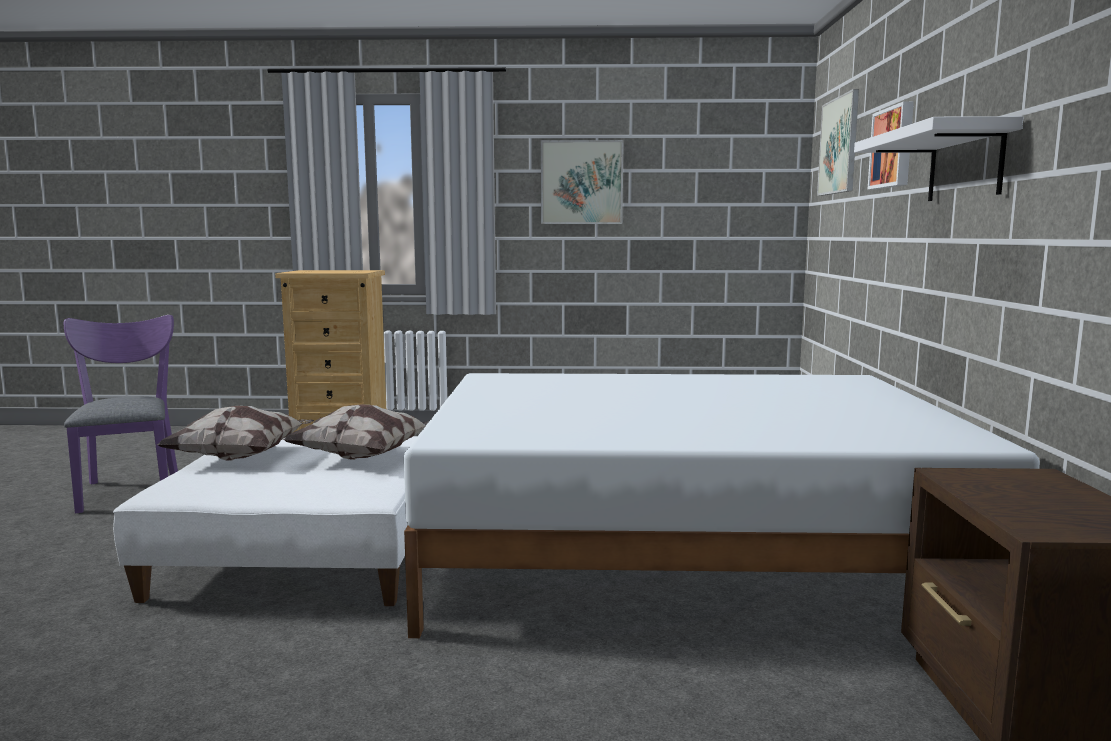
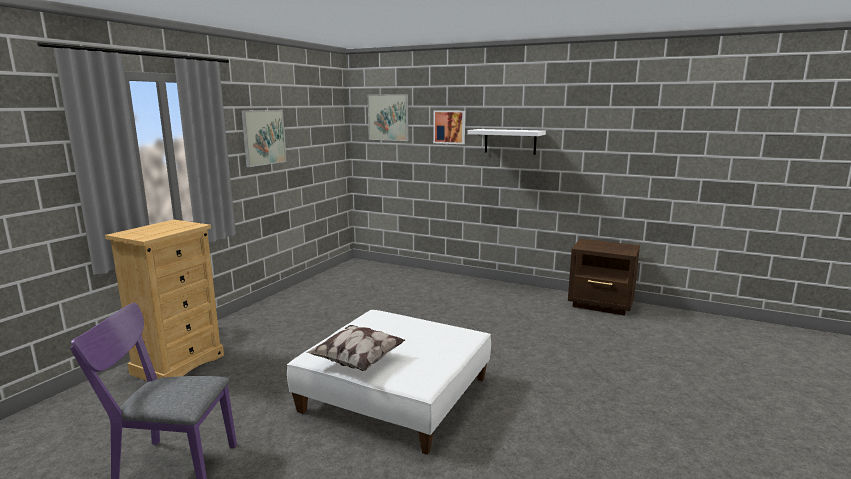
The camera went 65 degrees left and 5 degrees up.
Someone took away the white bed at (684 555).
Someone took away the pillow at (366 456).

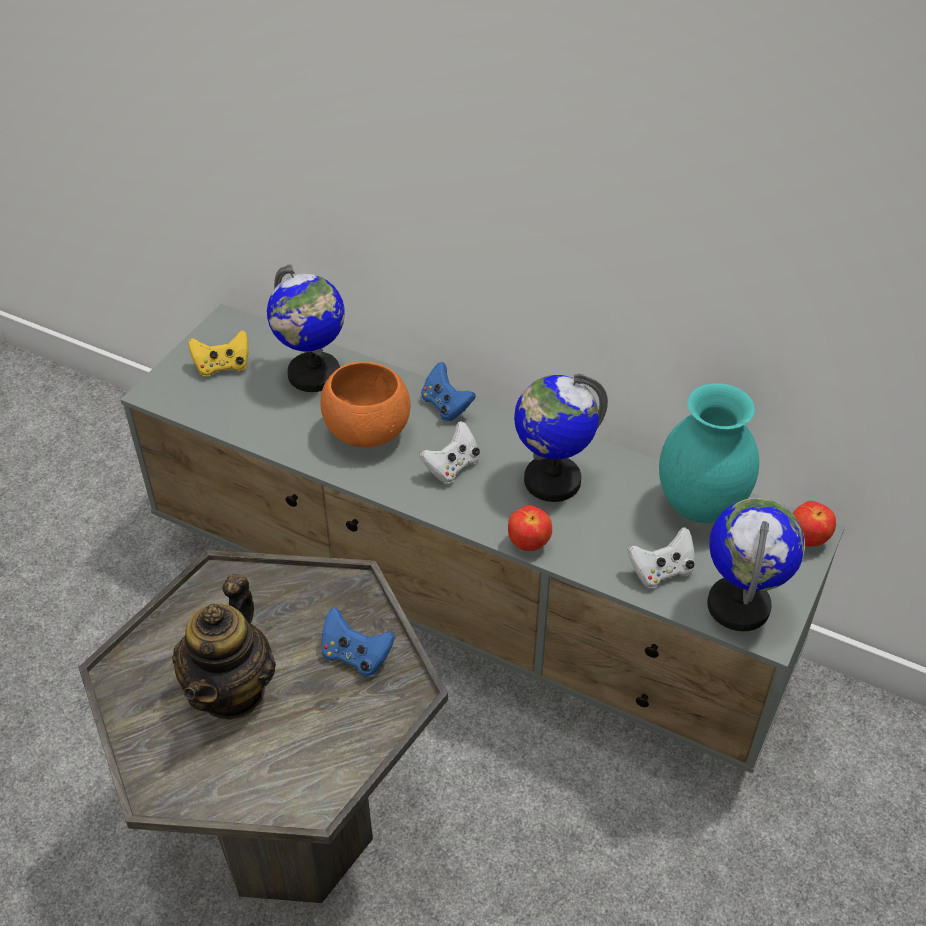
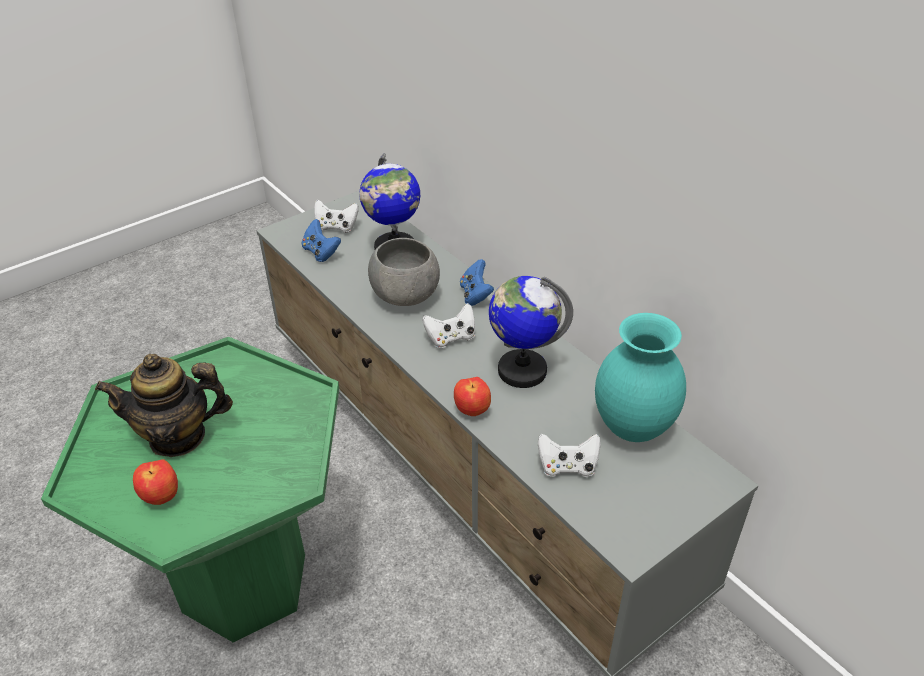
The camera went 25 degrees right and 5 degrees down.
Someone repainted the yellow game controller at (222 366), which became the white game controller at (336 227).
Someone repainted the orange bowl at (367 431), which became the grey bowl at (406 296).
Someone took away the globe at (739 605).
Someone carried the apple from (807 539) to (162 497).
Someone repainted the grey side table at (293 832), which became the green side table at (246 582).
Someone rotated the teapot at (232 690) by 45 degrees clockwise.
Someone carried the blue game controller from (356 656) to (321 252).

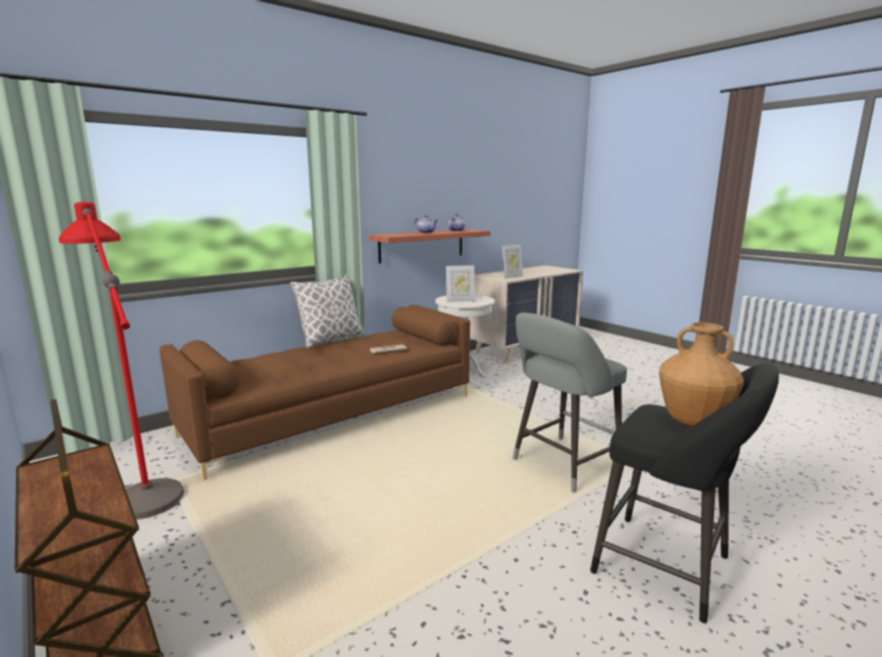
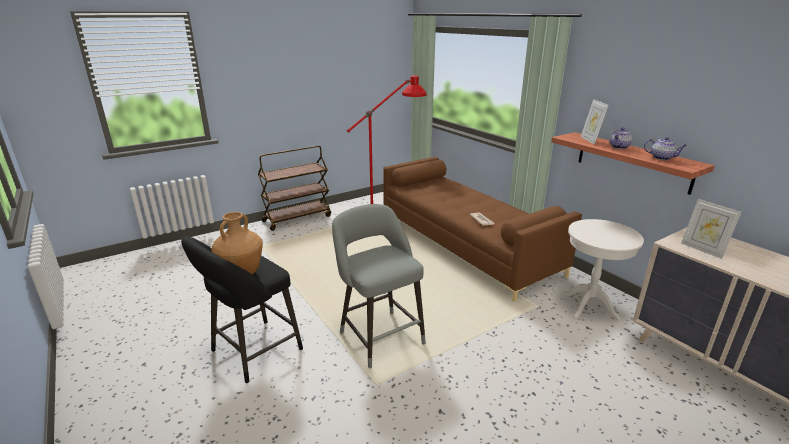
The camera went 95 degrees right and 10 degrees up.
Someone carried the picture frame from (460 301) to (590 140).
Someone took away the pillow at (330 340).

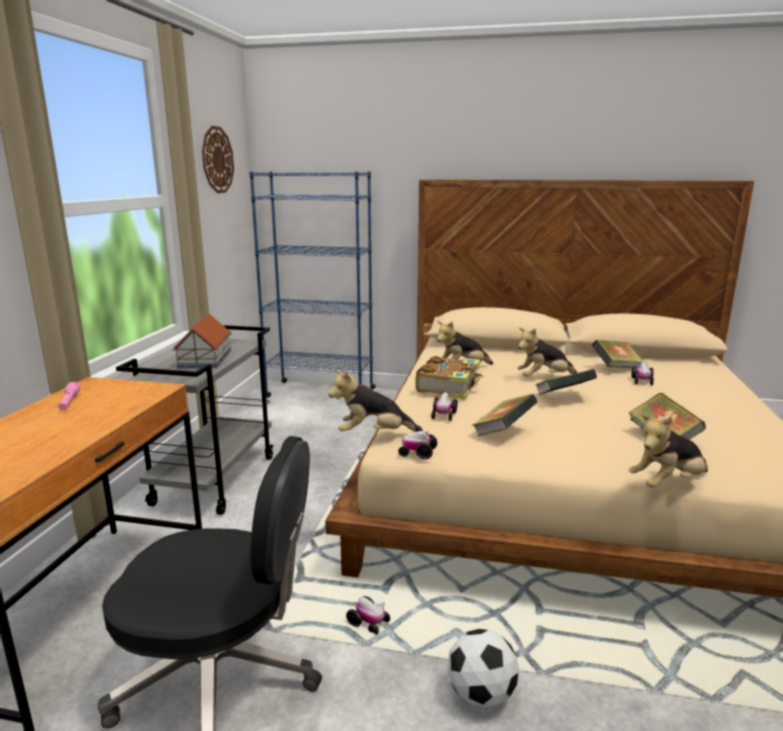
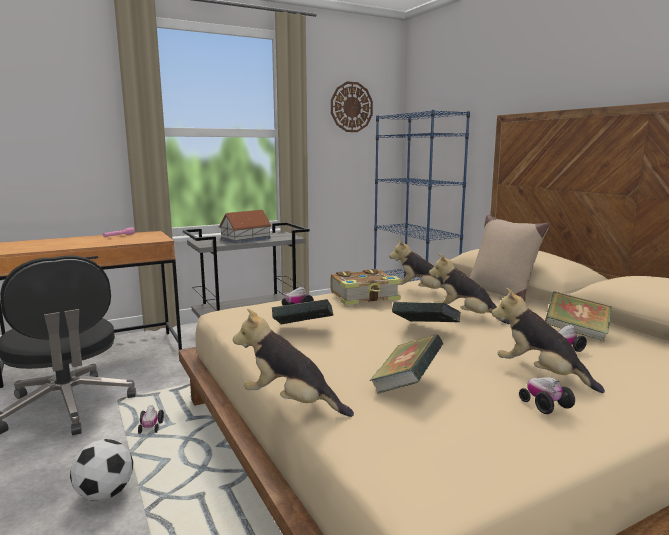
The camera went 50 degrees right and 5 degrees down.
Someone carried the plush toy from (374 434) to (540 375).
Someone carried the toy car from (417 453) to (544 405).
Someone put down the beige pillow at (500 294).

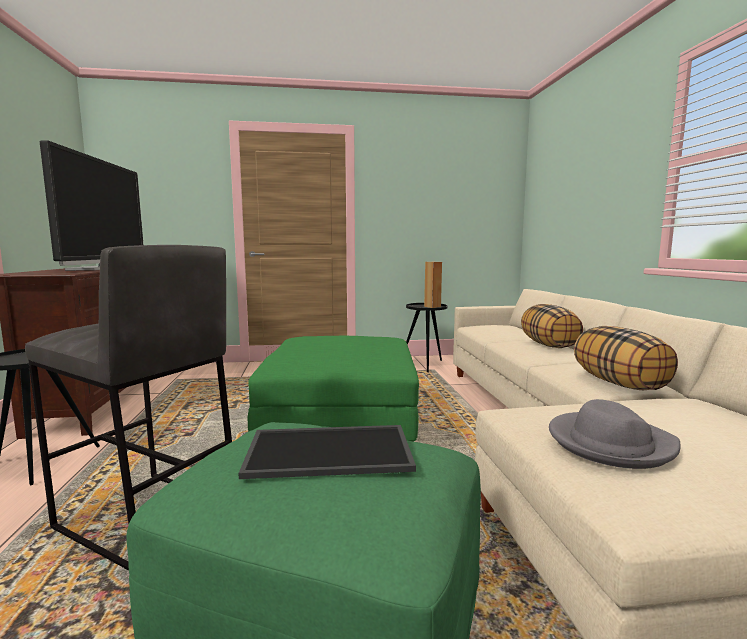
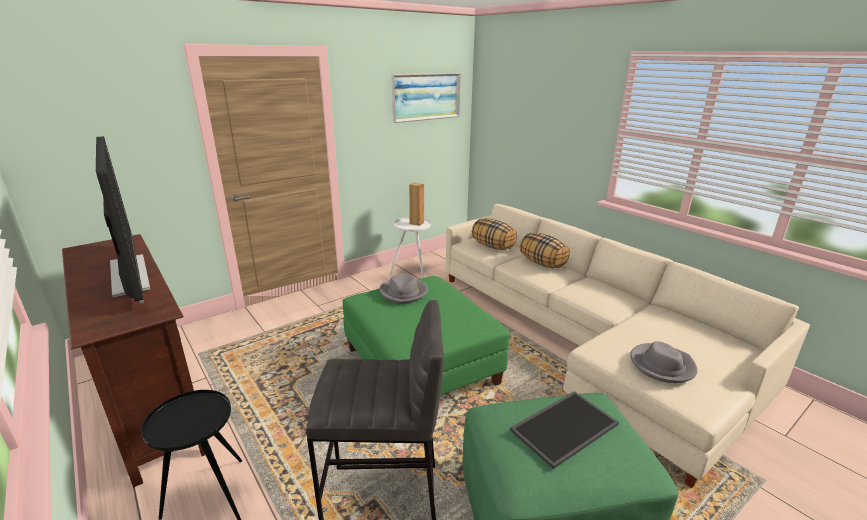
The camera went 30 degrees left and 15 degrees up.
Someone repainted the black side table at (425 364), which became the white side table at (413 272).
Someone carried the pillow from (620 383) to (493 246).
Someone put up the picture at (426 96).
Someone put down the grey hat at (404 292).

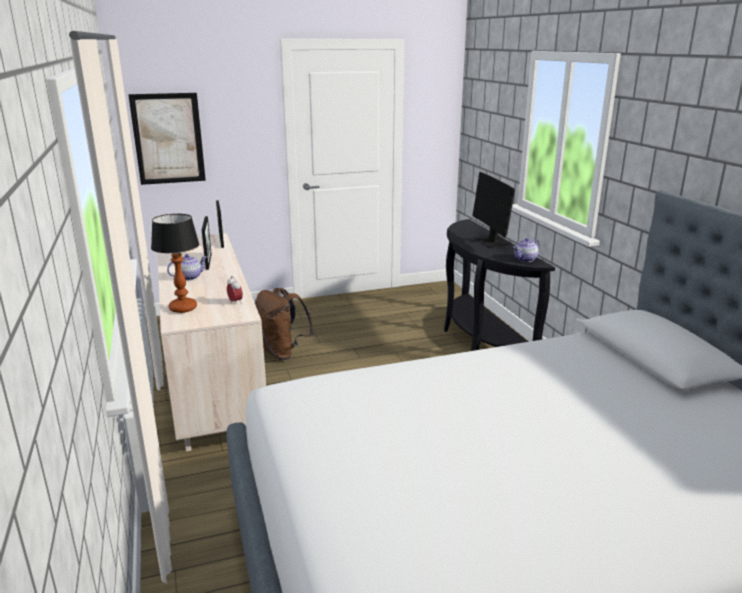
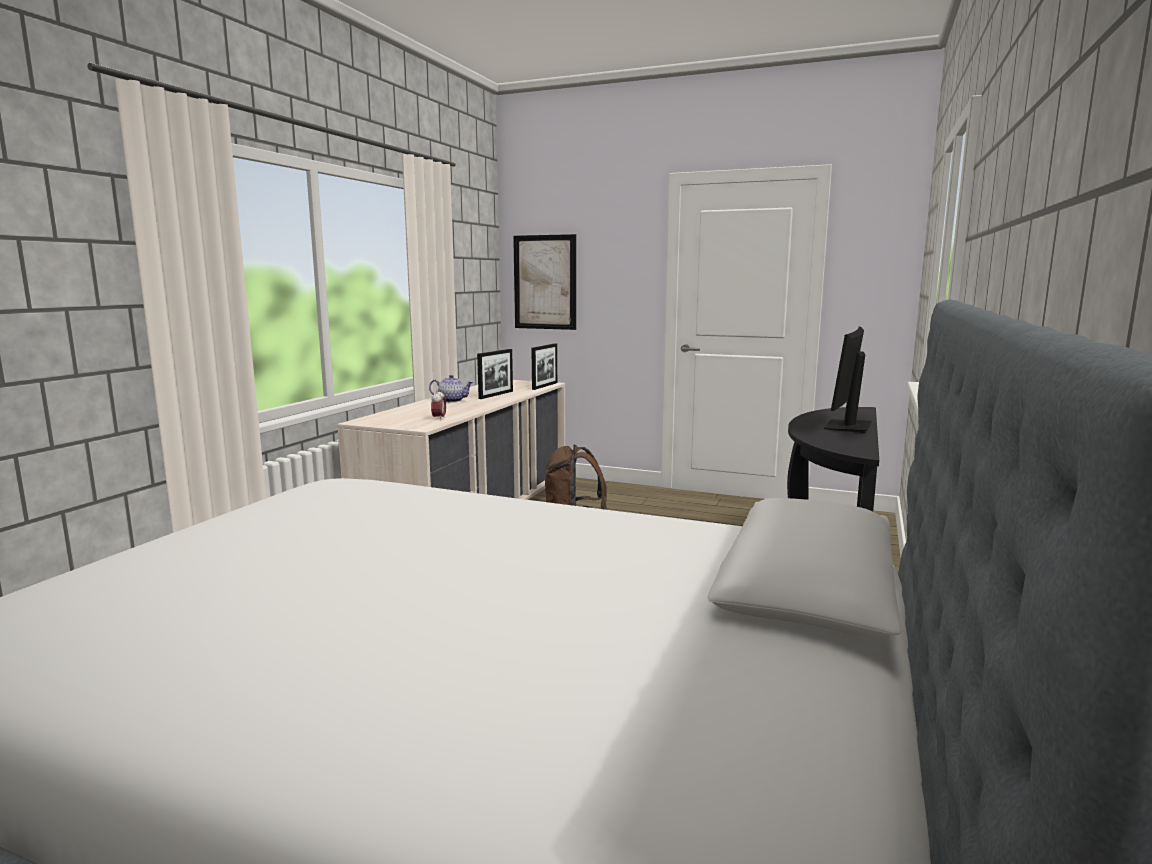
The camera went 40 degrees right and 10 degrees down.
Someone took away the table lamp at (183 308).
Someone took away the teapot at (525 259).

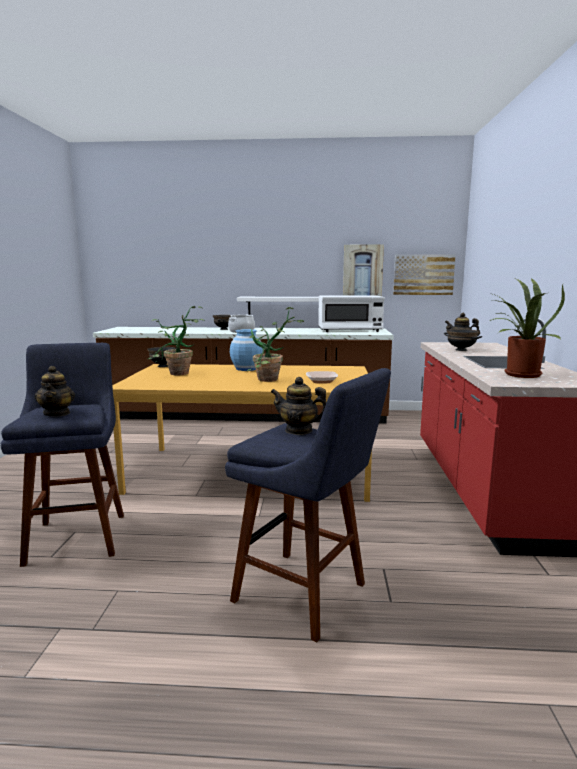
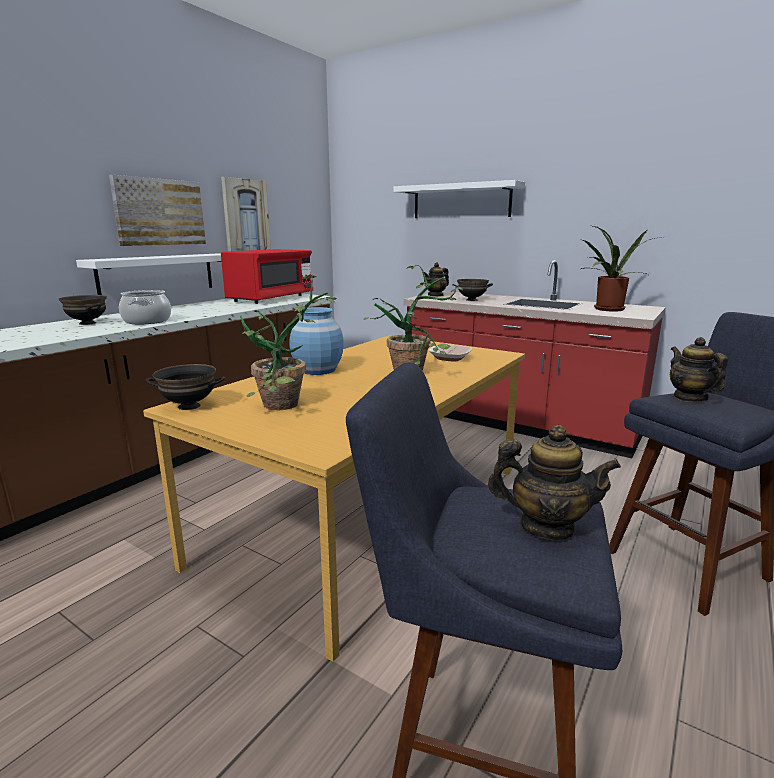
The camera went 60 degrees left and 5 degrees up.
Someone carried the picture from (423 274) to (159 212).
Someone repainted the white microwave at (349 331), which became the red microwave at (271 299).
Someone rotated the teapot at (299 430) by 120 degrees clockwise.
Someone put up the white shelf at (461 201).

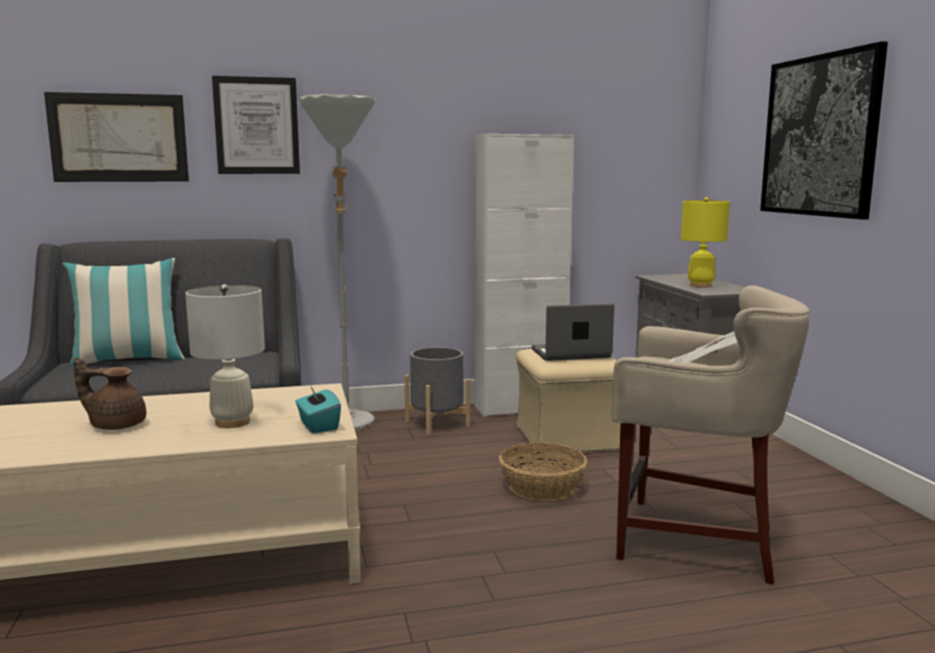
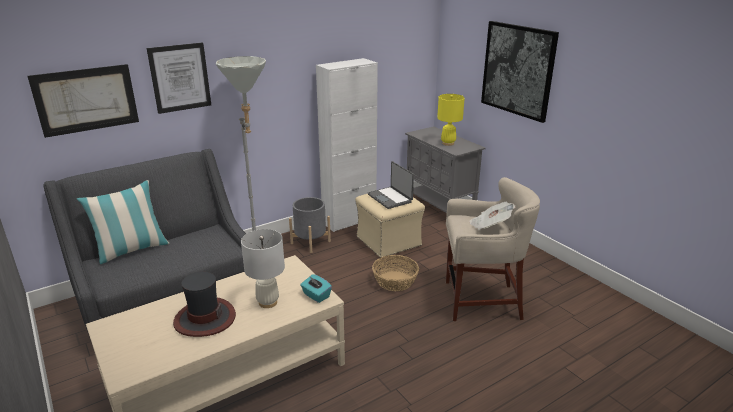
The camera went 20 degrees left and 15 degrees up.
Someone rotated the laptop at (571 354) by 90 degrees counterclockwise.
Someone swapped the brown teapot at (116 425) for the hat at (204 318).

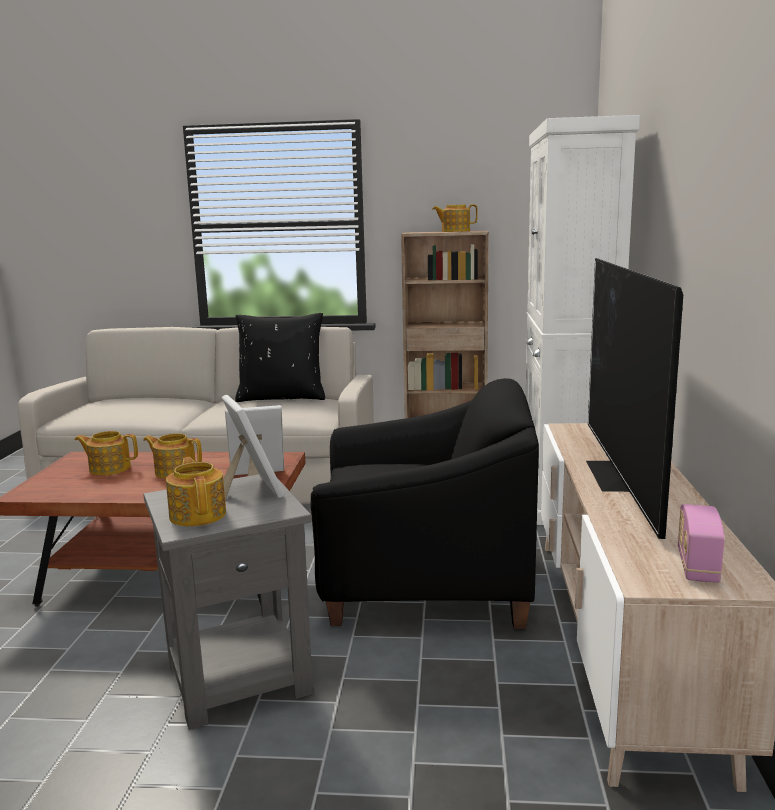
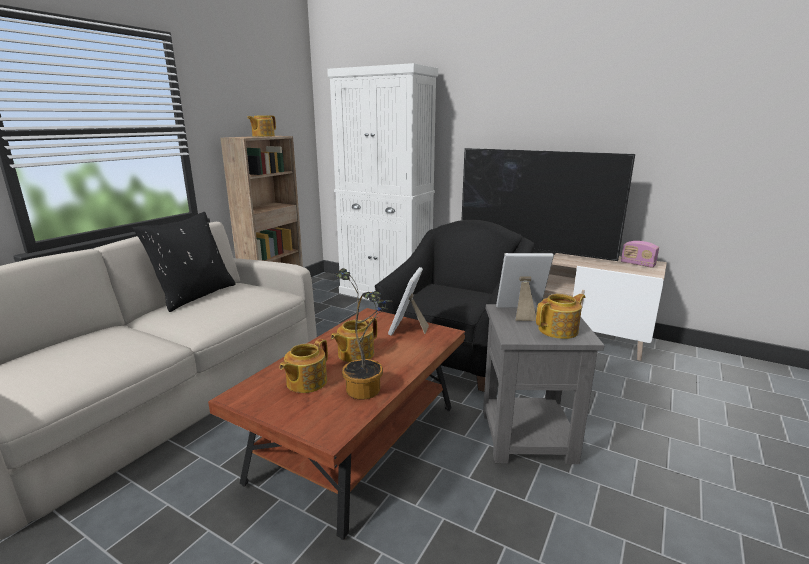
The camera went 65 degrees left and 5 degrees up.
Someone rotated the teapot at (198 514) by 150 degrees clockwise.
Someone put down the potted plant at (367 388).

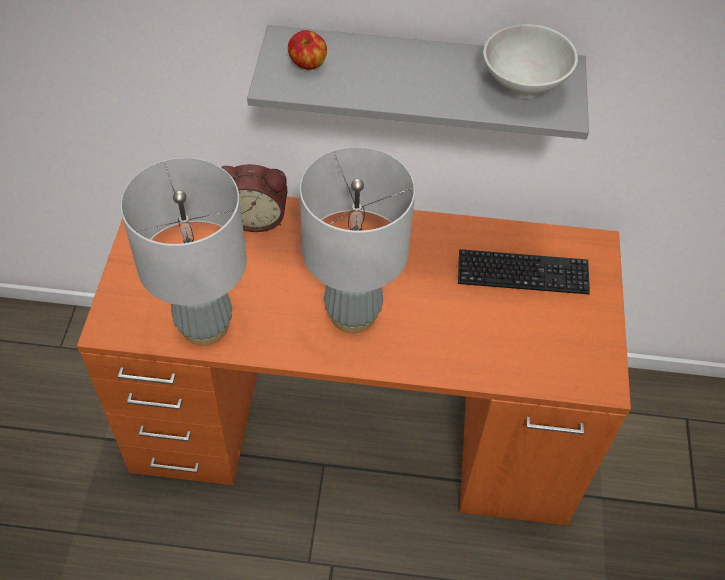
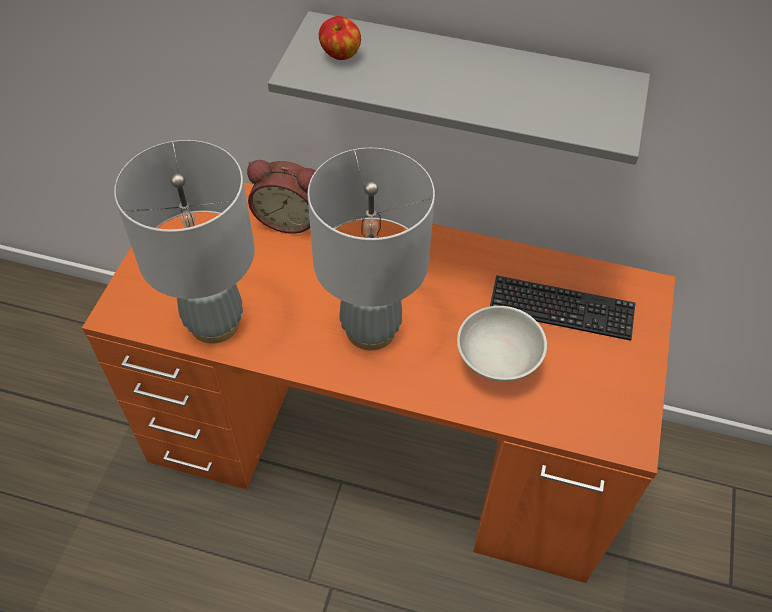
The camera went 10 degrees right and 0 degrees up.
Someone carried the white bowl from (523 89) to (496 365).

